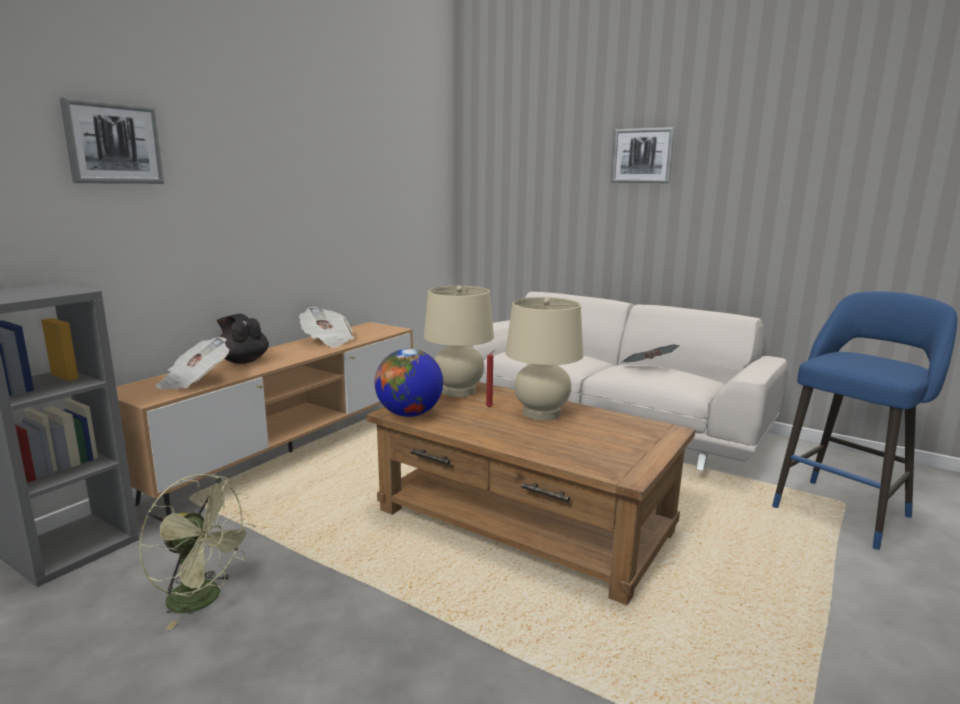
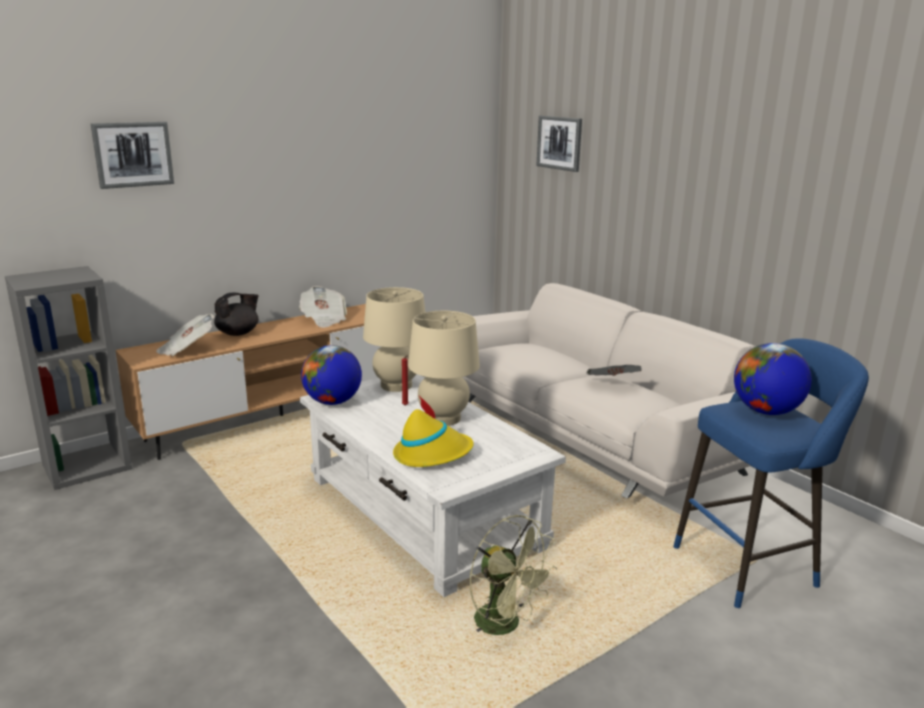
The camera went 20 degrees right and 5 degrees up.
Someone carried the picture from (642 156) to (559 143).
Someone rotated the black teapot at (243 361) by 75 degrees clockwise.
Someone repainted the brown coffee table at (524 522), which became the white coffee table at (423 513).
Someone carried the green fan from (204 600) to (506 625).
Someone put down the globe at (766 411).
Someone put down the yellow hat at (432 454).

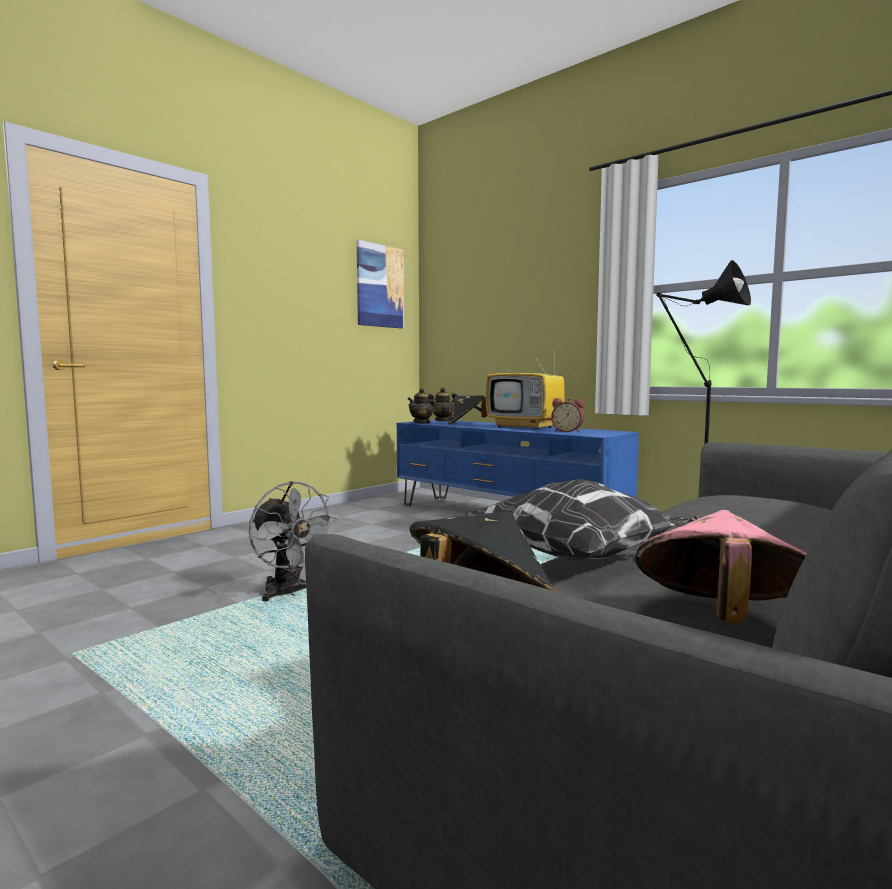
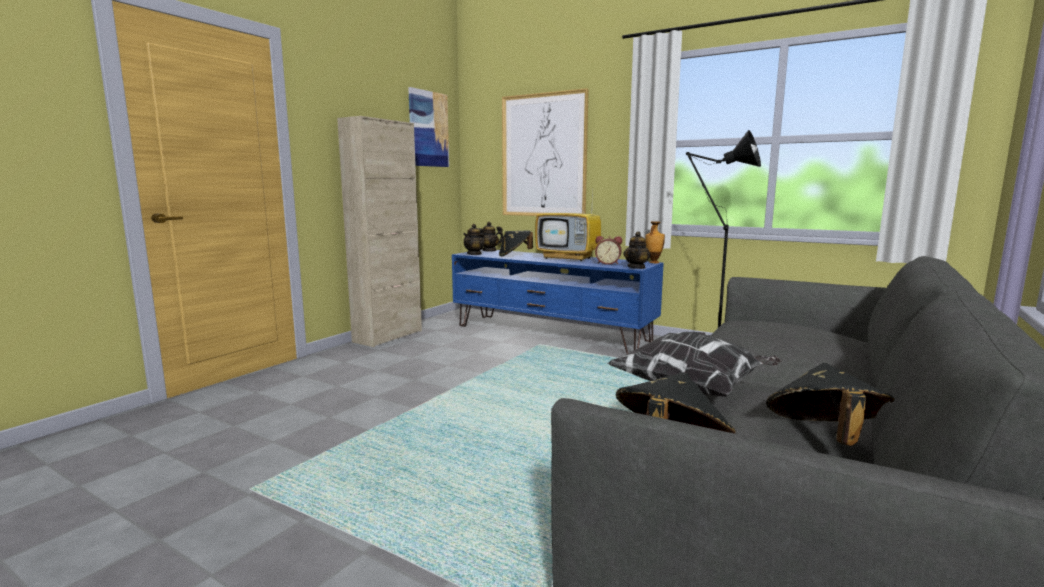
The camera went 10 degrees left and 5 degrees up.
Someone took away the grey fan at (288 593).
Someone repainted the pink hat at (719 620), which became the black hat at (824 438).
Someone put up the picture at (543 156).
Someone put down the beige cabinet at (388 336).
Someone put down the vase at (653 262).
Someone put down the teapot at (636 267).

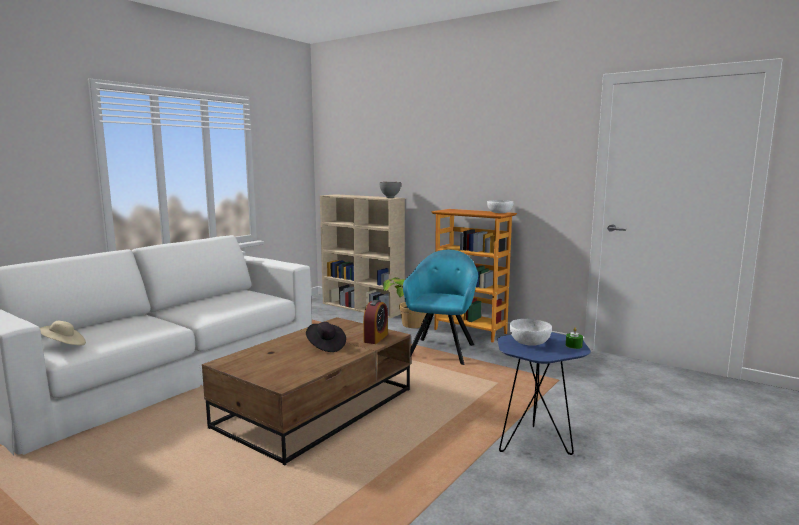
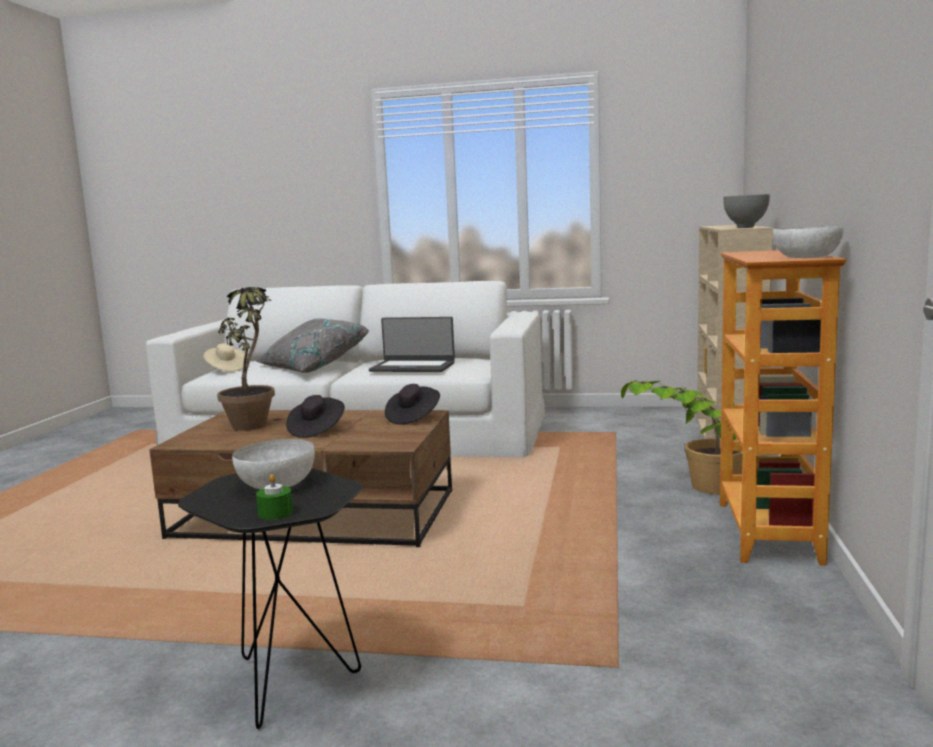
The camera went 65 degrees right and 0 degrees up.
Someone took away the turquoise armchair at (441 350).
Someone took away the alarm clock at (375 338).
Someone repainted the blue side table at (537 443), which became the black side table at (290 686).
Someone put down the potted plant at (254 423).
Someone put down the laptop at (413 367).
Someone put down the grey pillow at (312 366).
Someone put down the black hat at (413 418).

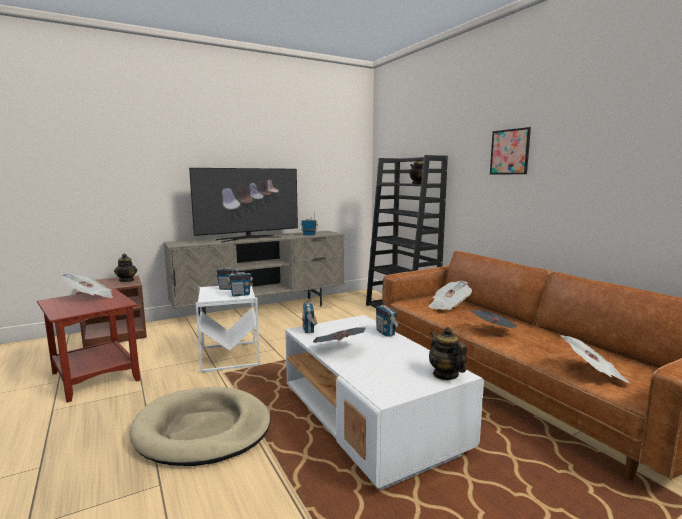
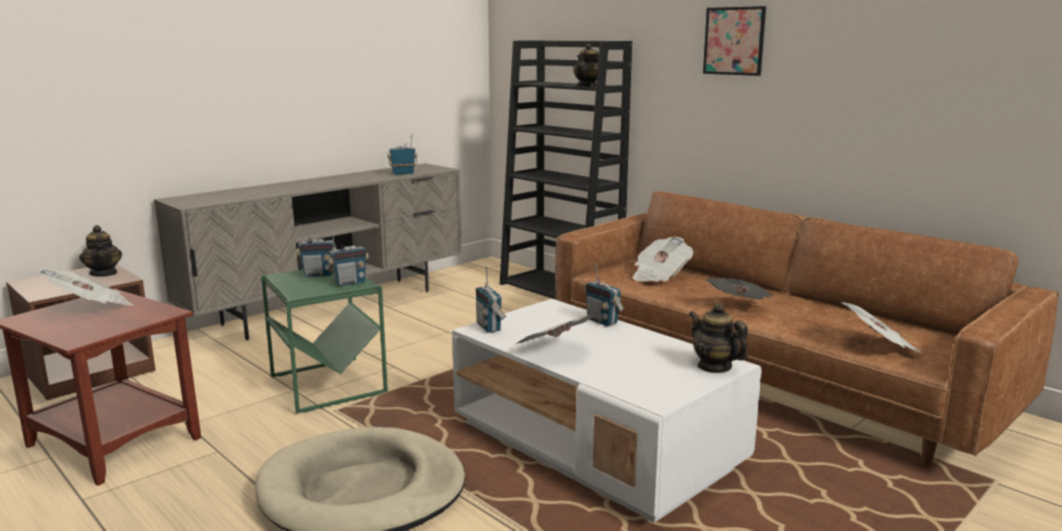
The camera went 15 degrees left and 5 degrees up.
Someone took away the television at (248 238).
Someone repainted the white side table at (230 356), which became the green side table at (328 384).

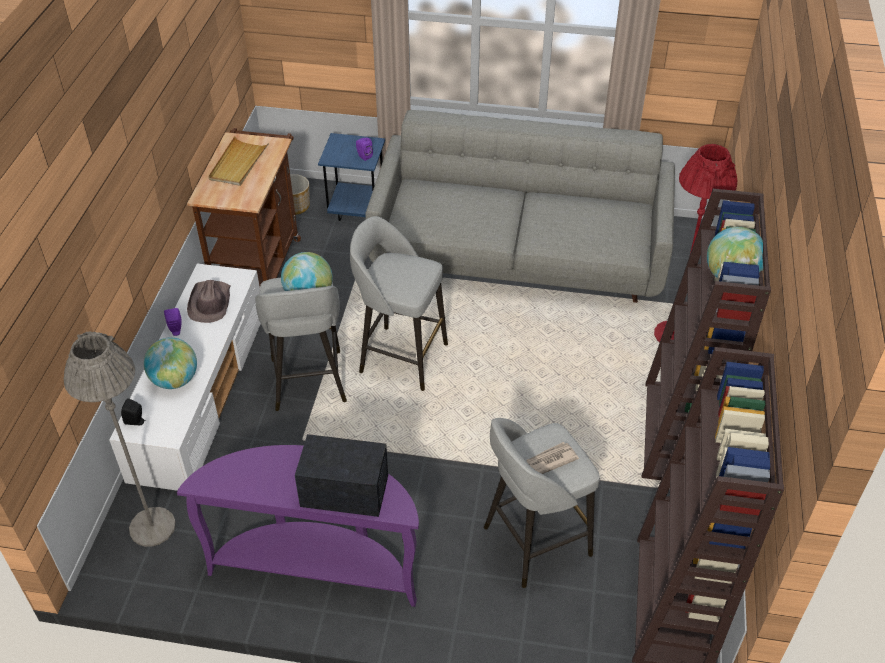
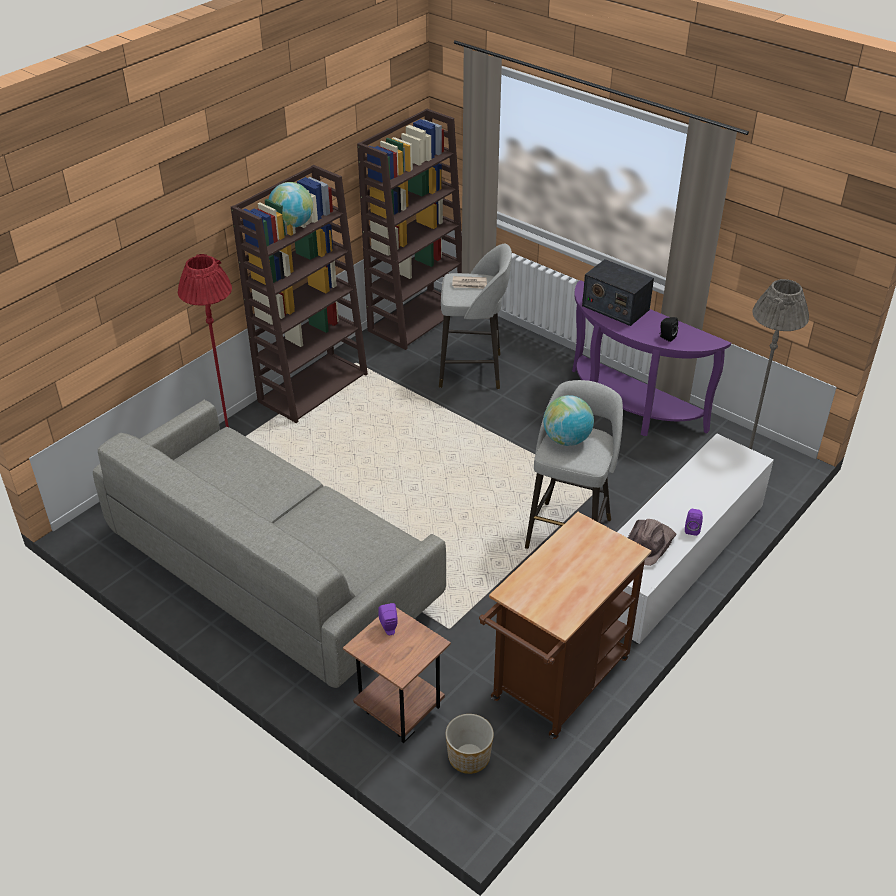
The camera went 150 degrees left and 5 degrees down.
Someone repainted the blue side table at (357 211), which became the brown side table at (398 711).
Someone took away the beige tray at (238 164).
Someone took away the grey stool at (401 357).
Someone took away the globe at (175 380).
Someone carried the black speaker from (136 421) to (666 337).

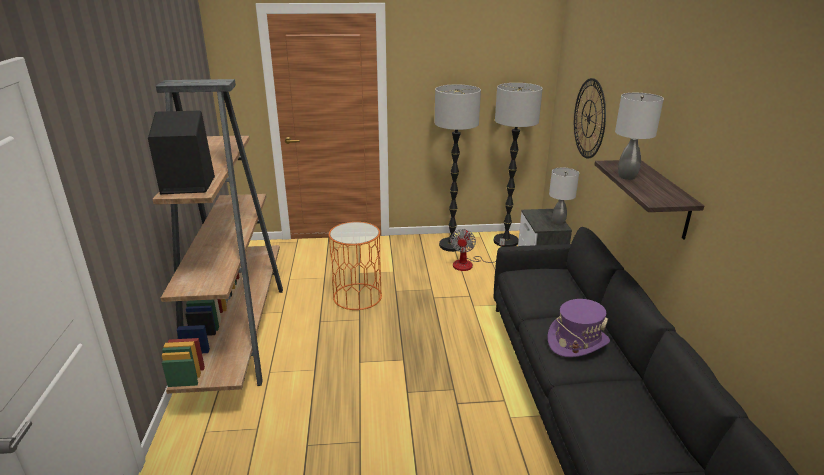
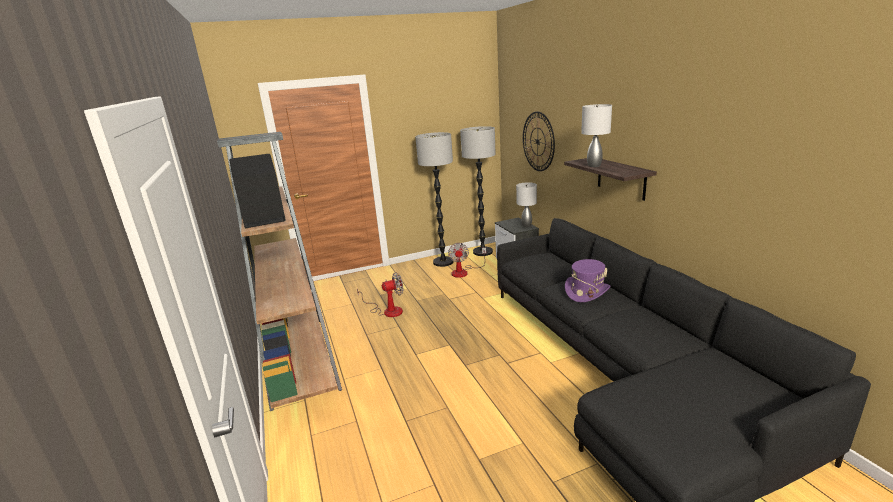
The camera went 15 degrees left and 5 degrees down.
Someone swapped the orange side table at (357 296) for the fan at (387 311).

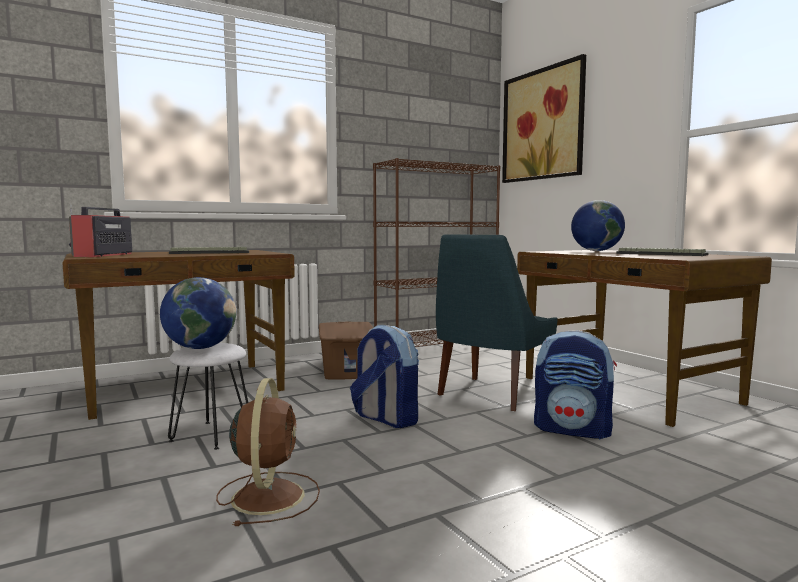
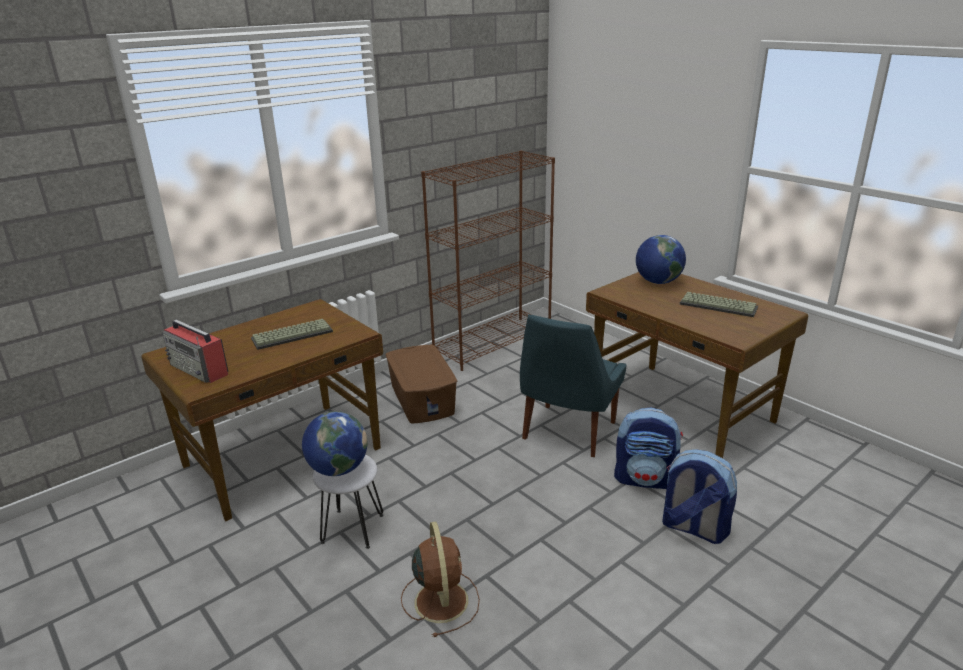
The camera went 10 degrees left and 20 degrees up.
Someone took away the picture at (542 124).
Someone rotated the radio at (102 255) by 45 degrees counterclockwise.
Someone carried the backpack from (385 419) to (693 528).

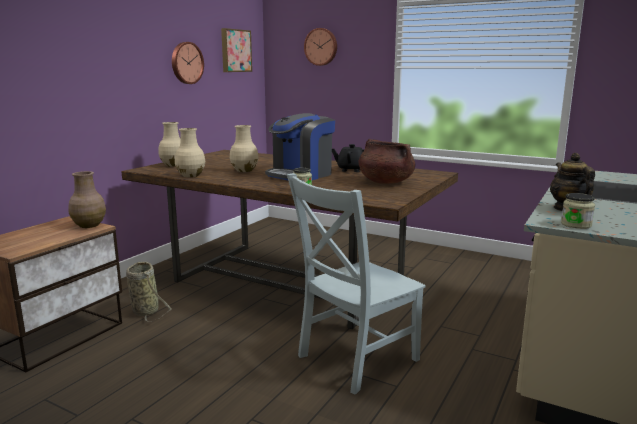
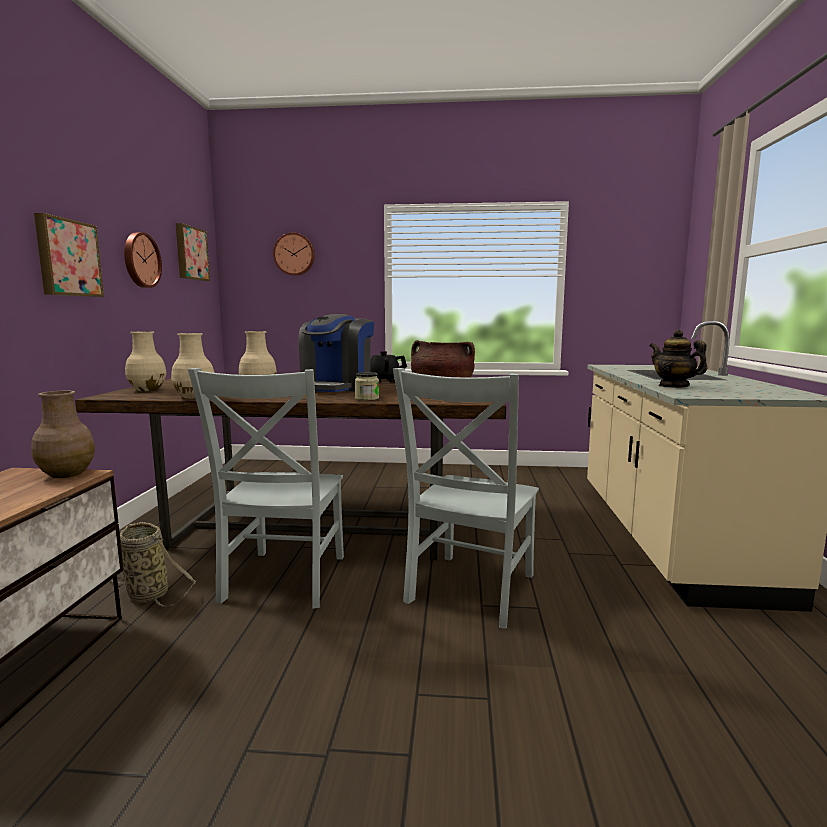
The camera went 25 degrees left and 5 degrees down.
Someone took away the jar at (576 224).
Someone put up the picture at (67 258).
Someone put down the grey chair at (282 581).

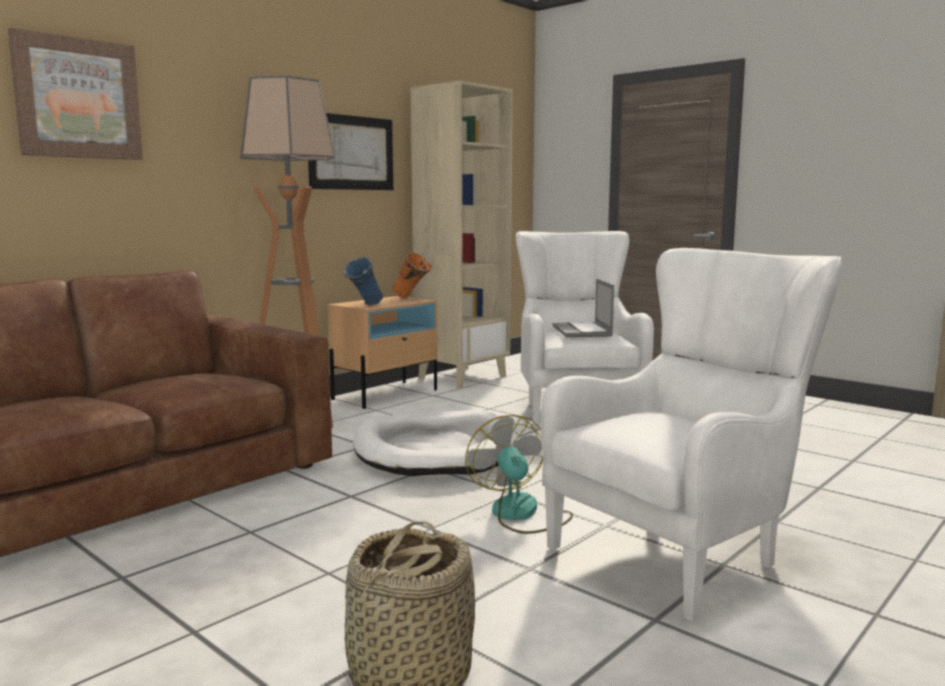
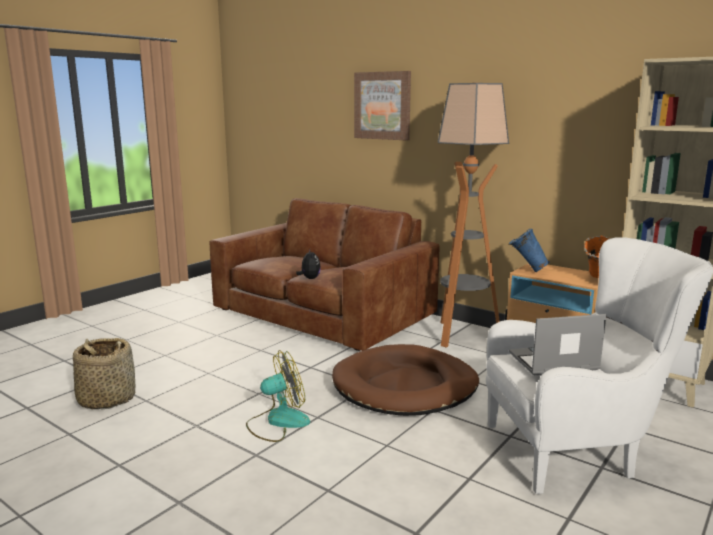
The camera went 85 degrees right and 5 degrees up.
Someone took away the picture at (351 153).
Someone took away the white armchair at (684 550).
Someone repainted the white dog bed at (436 450), which became the brown dog bed at (405 386).
Someone put down the plush toy at (309 278).

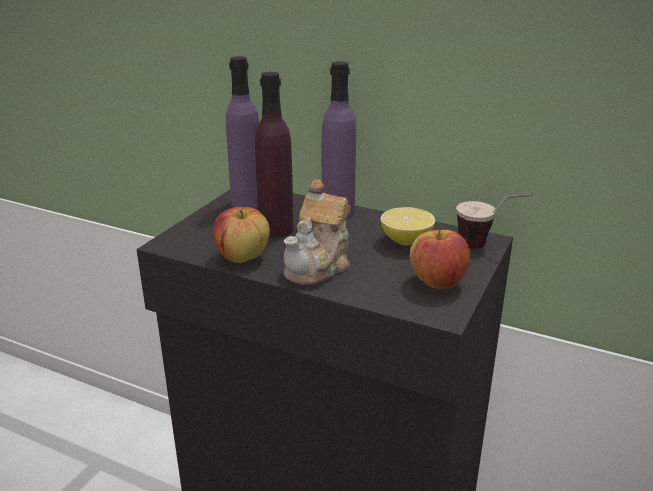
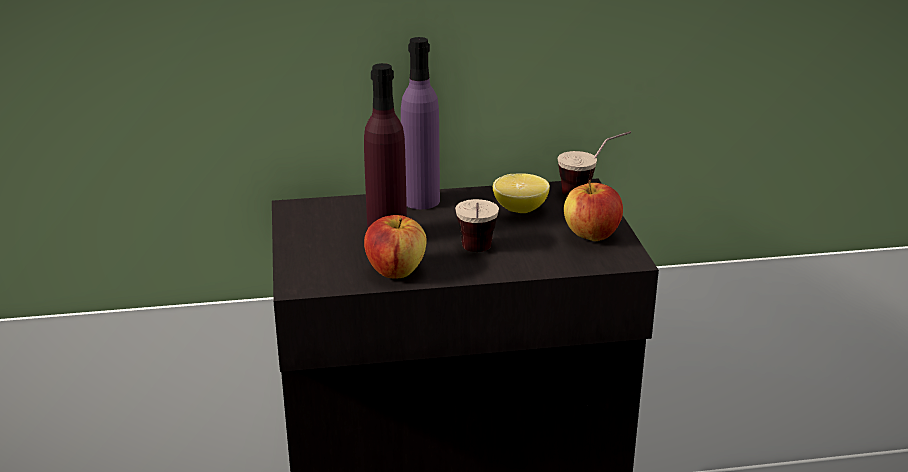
The camera went 35 degrees left and 0 degrees up.
Someone took away the purple bottle at (247 203).
Someone swapped the teapot at (319 265) for the cup at (476 255).

